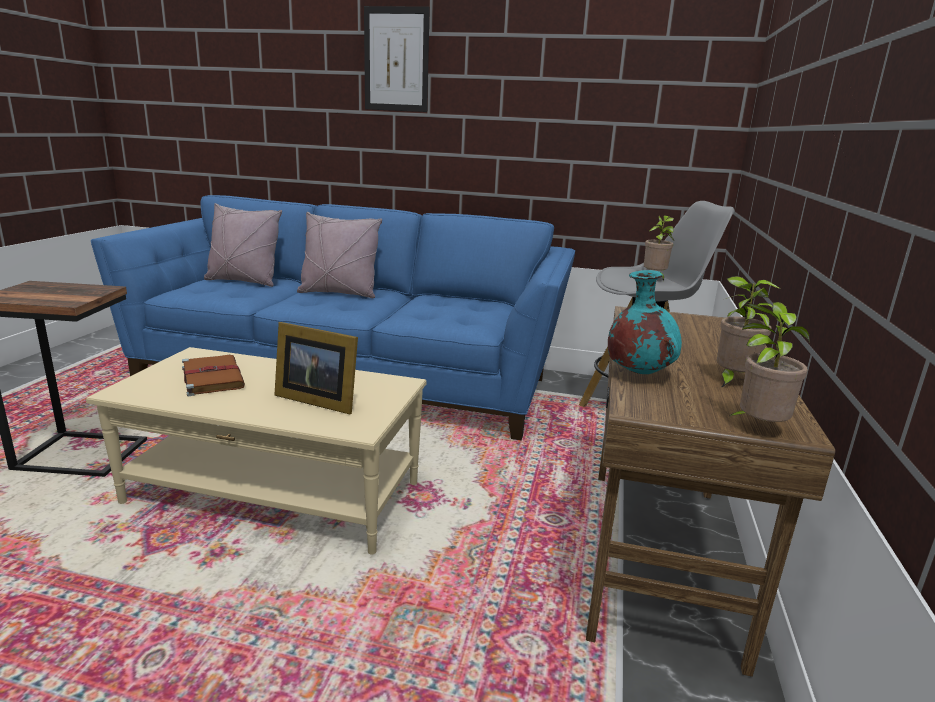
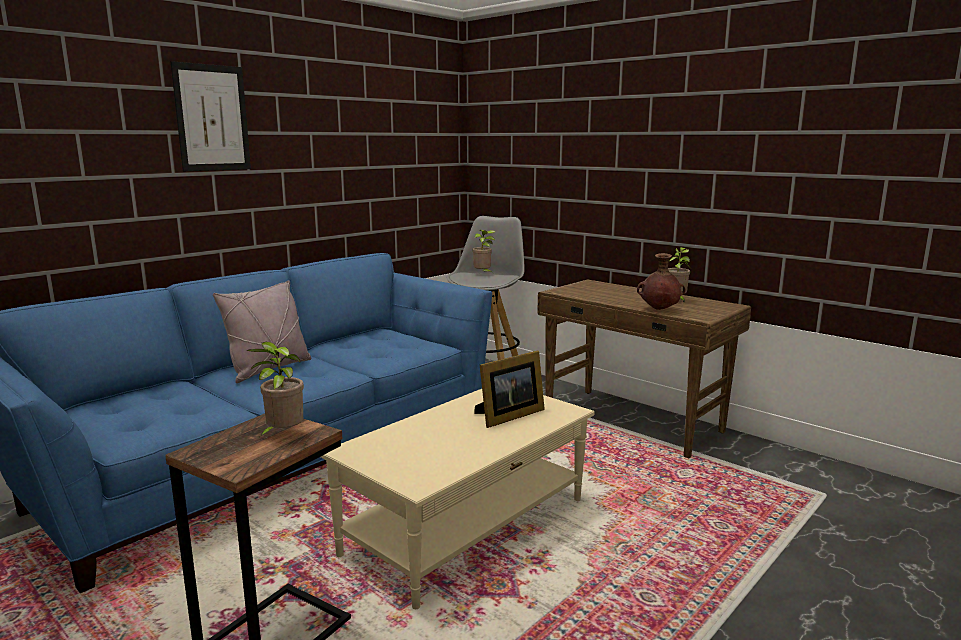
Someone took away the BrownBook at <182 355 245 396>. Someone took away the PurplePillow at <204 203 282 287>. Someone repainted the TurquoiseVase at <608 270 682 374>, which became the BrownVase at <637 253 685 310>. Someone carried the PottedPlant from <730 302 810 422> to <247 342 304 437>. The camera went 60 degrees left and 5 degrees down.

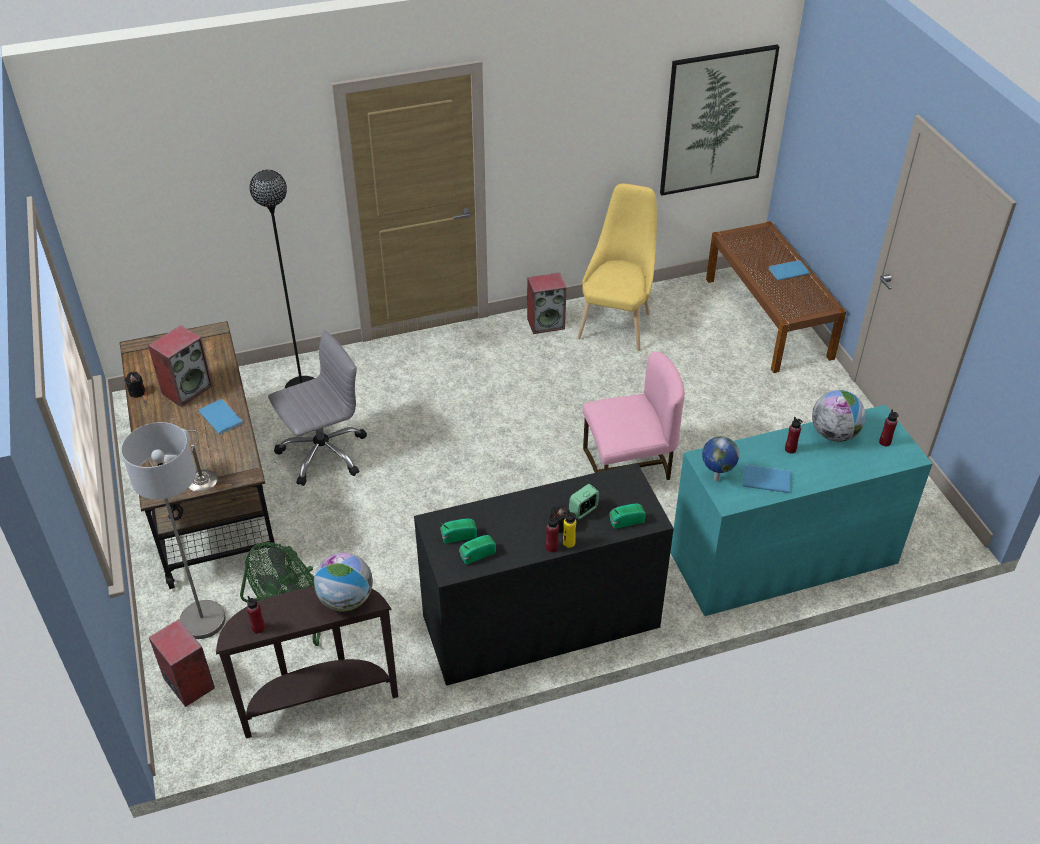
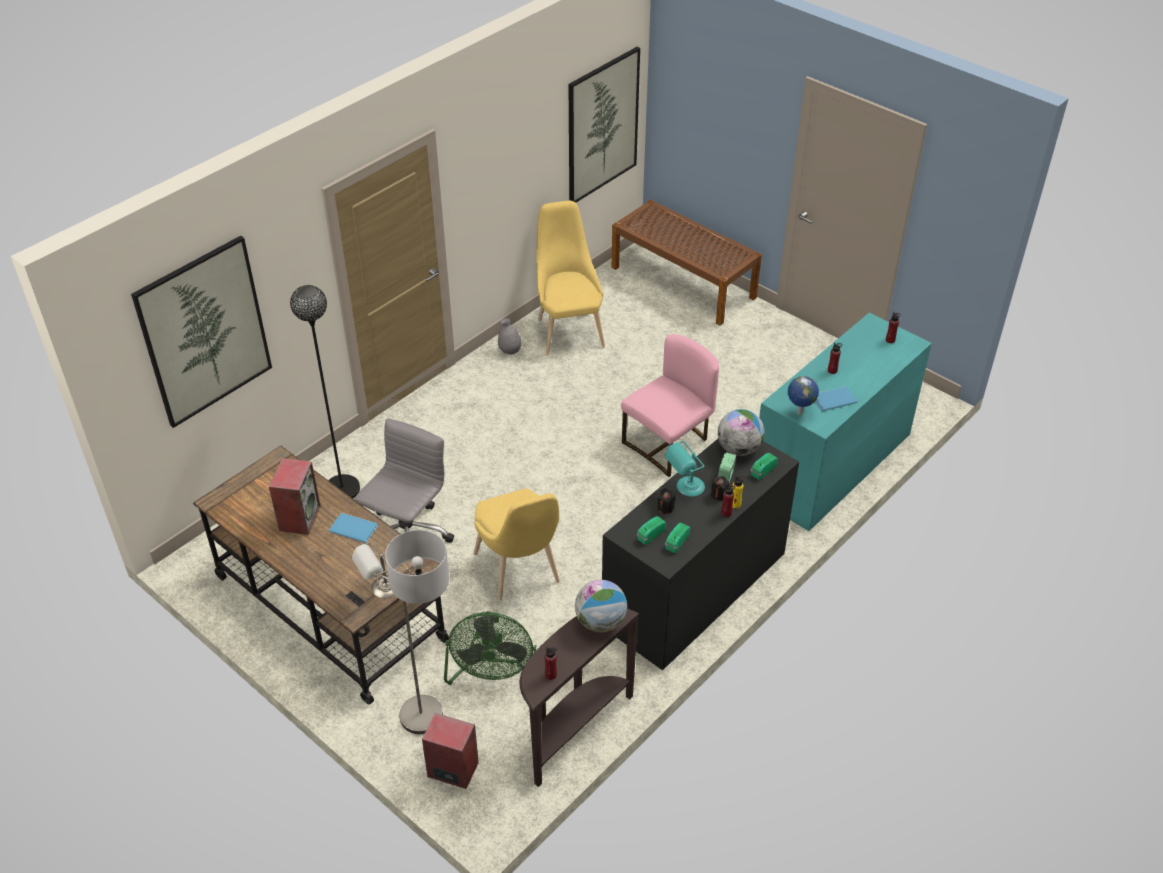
Someone carried the BlackCandle from <125 372 145 398> to <658 488 675 514>. Someone swapped the Speaker at <527 273 566 334> for the GreyVase at <498 319 522 355>. Someone took away the BlueBook at <769 260 810 280>. Someone carried the Globe from <812 390 866 442> to <718 409 765 456>. Someone put up the Picture at <131 236 272 428>. Someone put down the YellowChair at <474 488 560 601>. Someone put down the TurquoiseTableLamp at <665 441 705 497>. The camera went 30 degrees left and 0 degrees up.

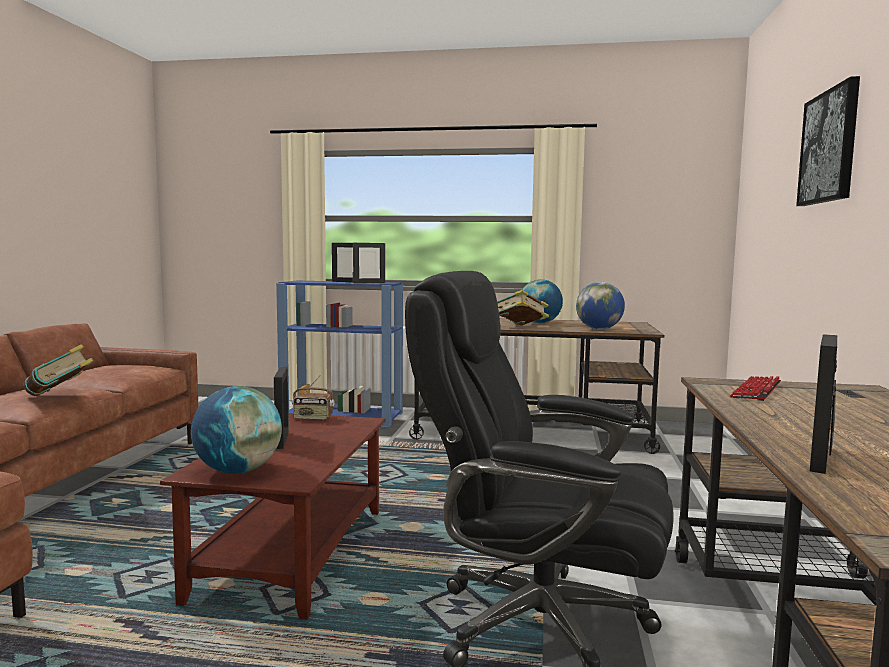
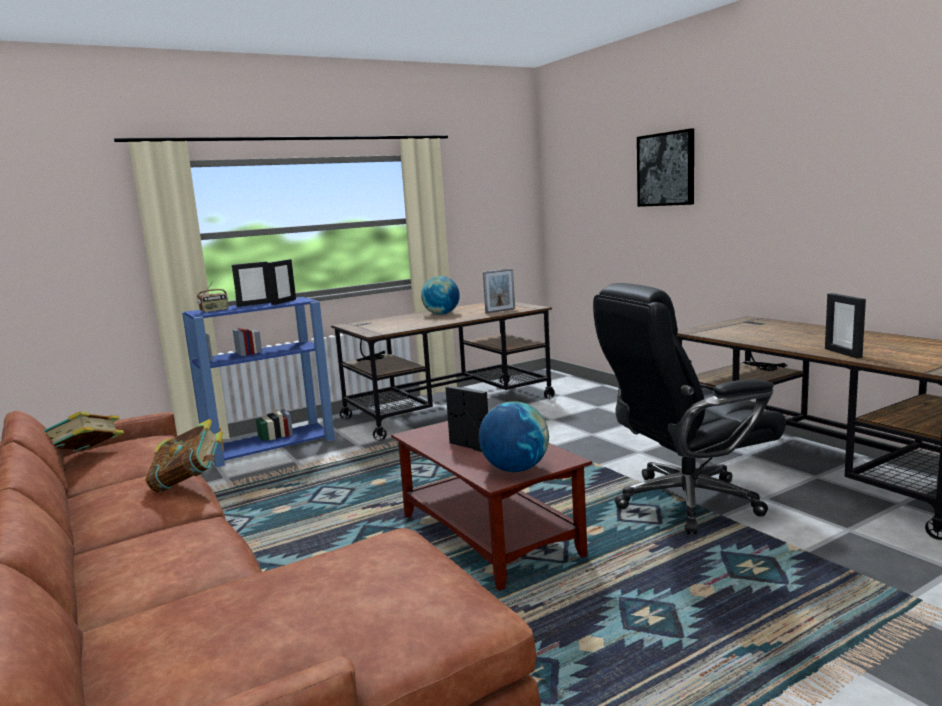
Someone carried the Radio from <292 375 335 420> to <197 280 228 313>. Someone carried the Book from <497 290 549 326> to <43 411 124 451>. Someone swapped the Globe at <576 282 625 329> for the PictureFrame at <483 268 515 313>. Someone took away the Keyboard at <730 376 781 401>. The camera went 40 degrees left and 5 degrees up.

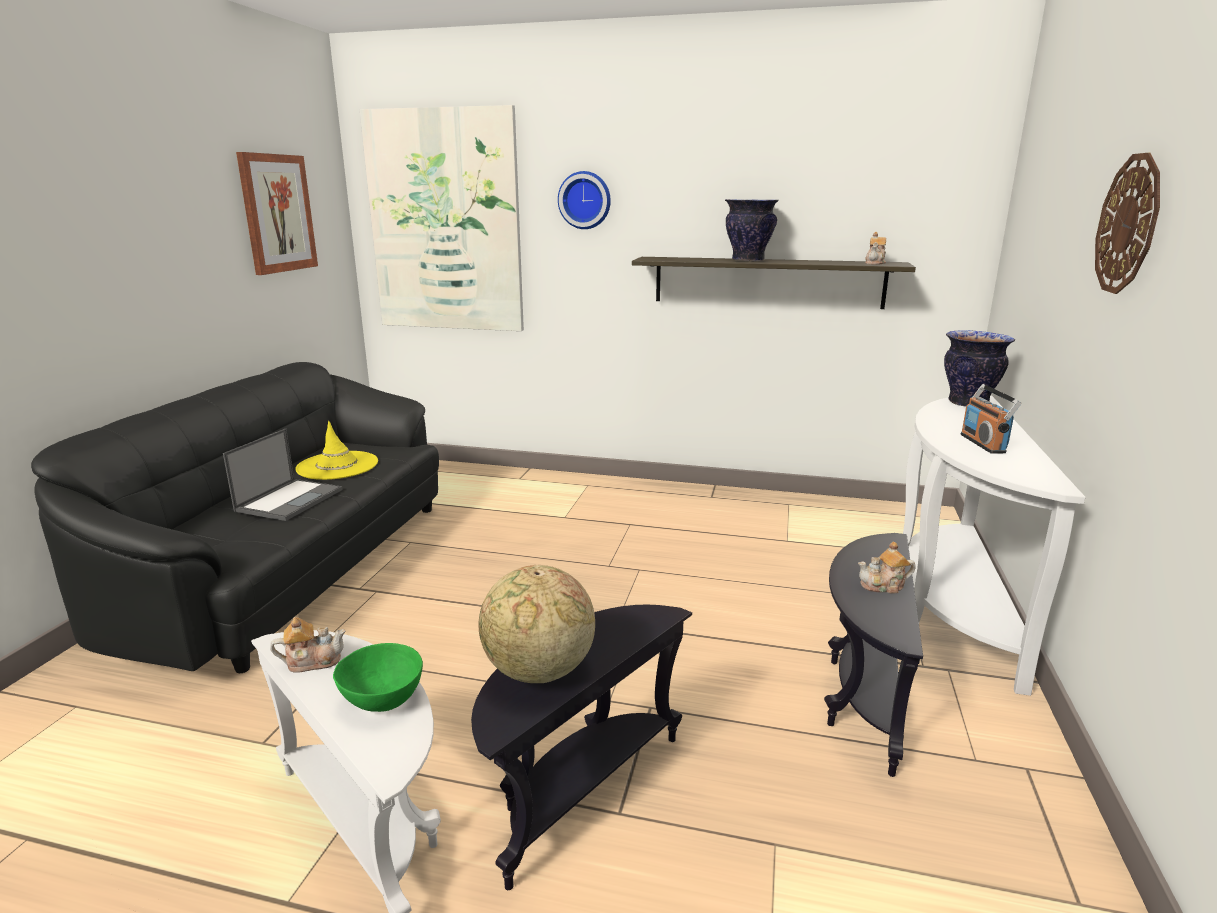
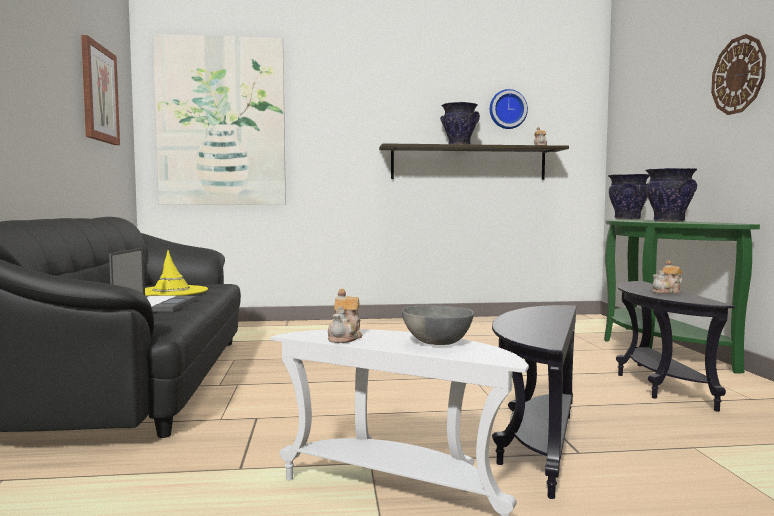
Someone rotated the Teapot at <270 617 346 673> by 135 degrees clockwise. Someone repainted the GreenBowl at <333 643 423 712>, which became the GreyBowl at <402 305 474 345>. Someone took away the Globe at <479 565 595 683>. Someone carried the WallClock from <558 171 611 229> to <490 89 528 129>. Someone repainted the WhiteConsoleTable at <903 395 1086 696>, which became the GreenConsoleTable at <604 219 760 374>. Someone swapped the Radio at <961 384 1021 454> for the Vase at <645 168 697 222>. The camera went 20 degrees left and 15 degrees down.

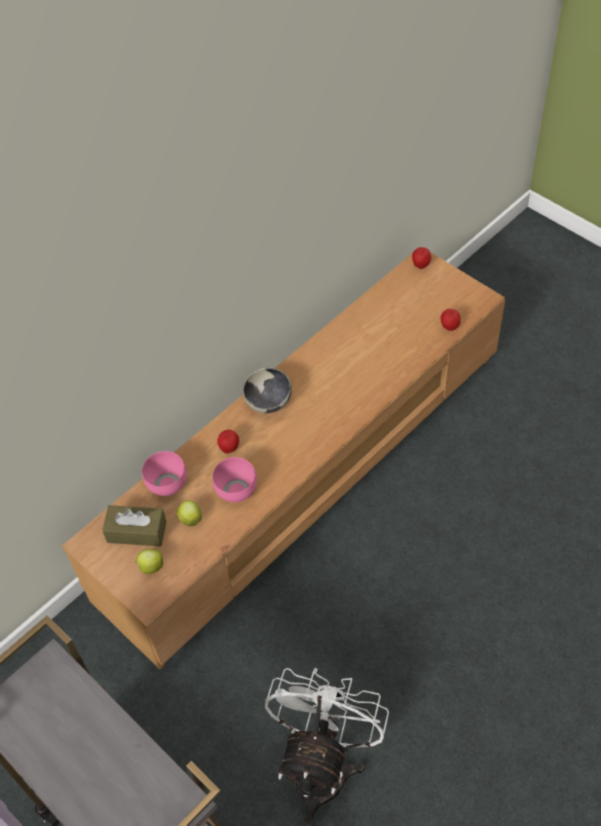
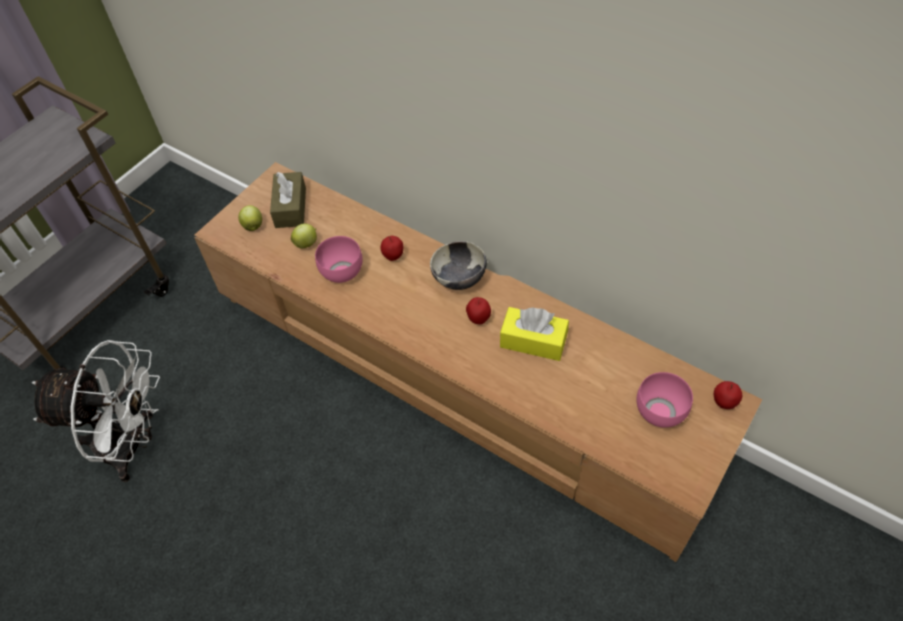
Someone carried the PinkBowl from <142 451 187 496> to <636 372 693 428>. Someone carried the Apple from <441 309 461 331> to <466 297 491 324>. Someone put down the YellowTissueBox at <500 307 569 361>. The camera went 80 degrees right and 0 degrees up.

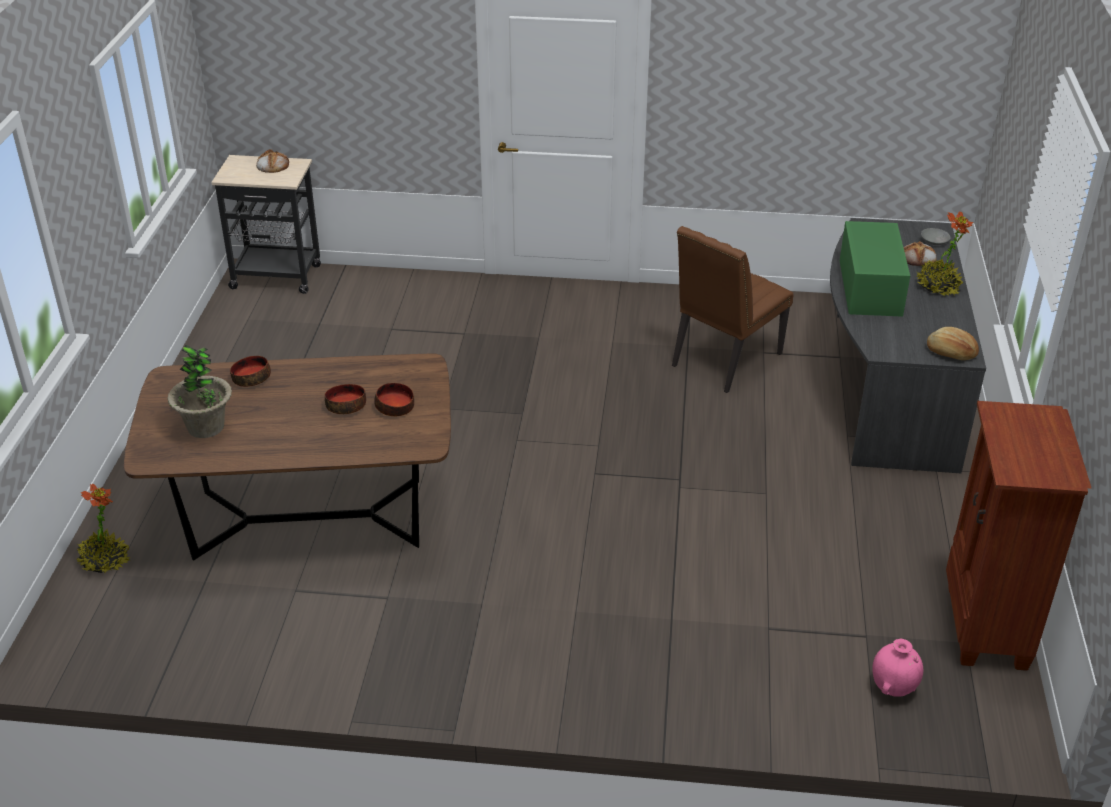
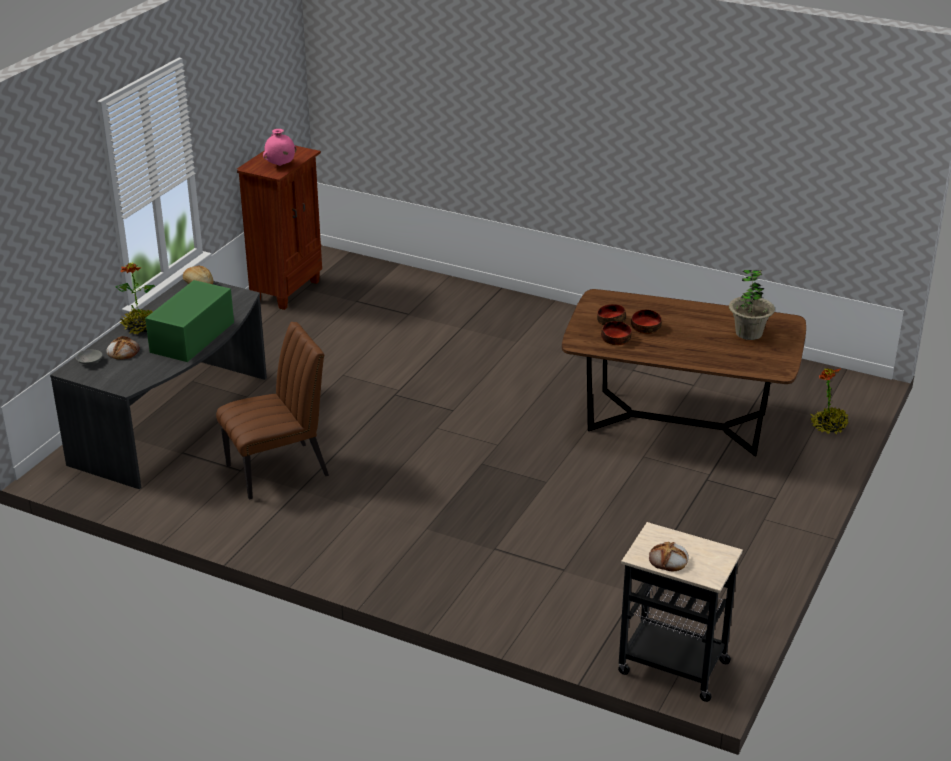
Someone carried the Bowl from <230 356 271 387> to <601 321 632 345>. Someone carried the PinkVase from <872 639 923 697> to <263 129 297 166>. The camera went 160 degrees left and 5 degrees down.

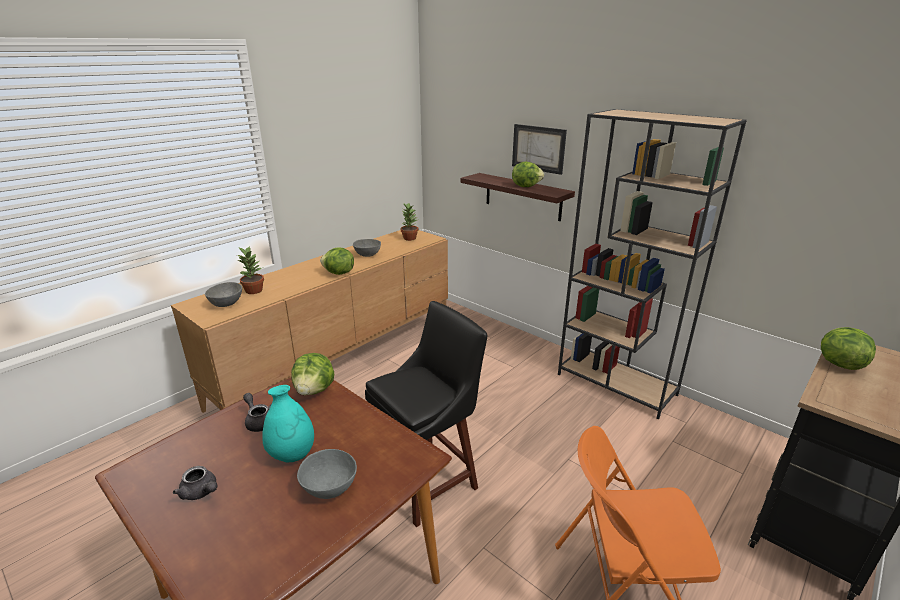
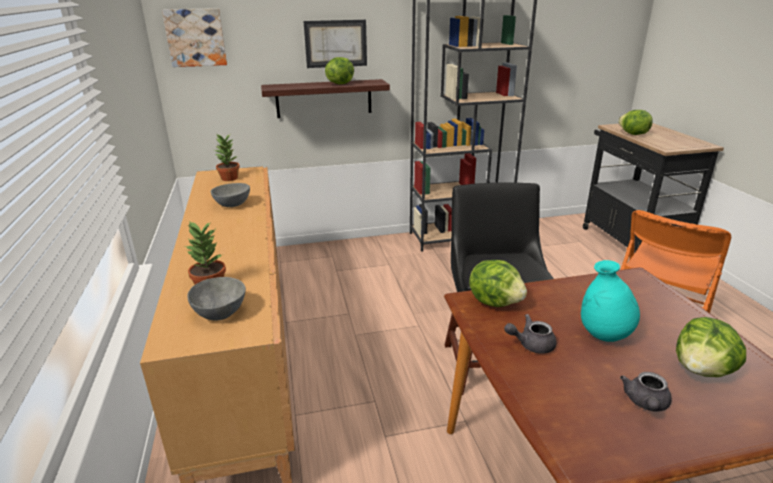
Someone rotated the GreyTeapot at <173 466 218 500> by 135 degrees clockwise. Someone took away the GreyBowl at <297 449 357 499>. Someone carried the Lettuce from <320 248 354 275> to <676 317 746 377>. Someone put up the Picture at <162 8 227 67>. The camera went 55 degrees left and 0 degrees up.

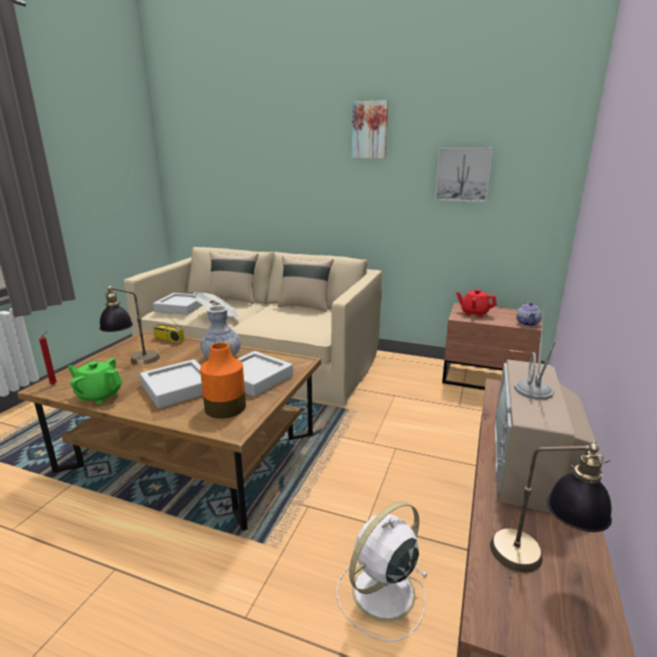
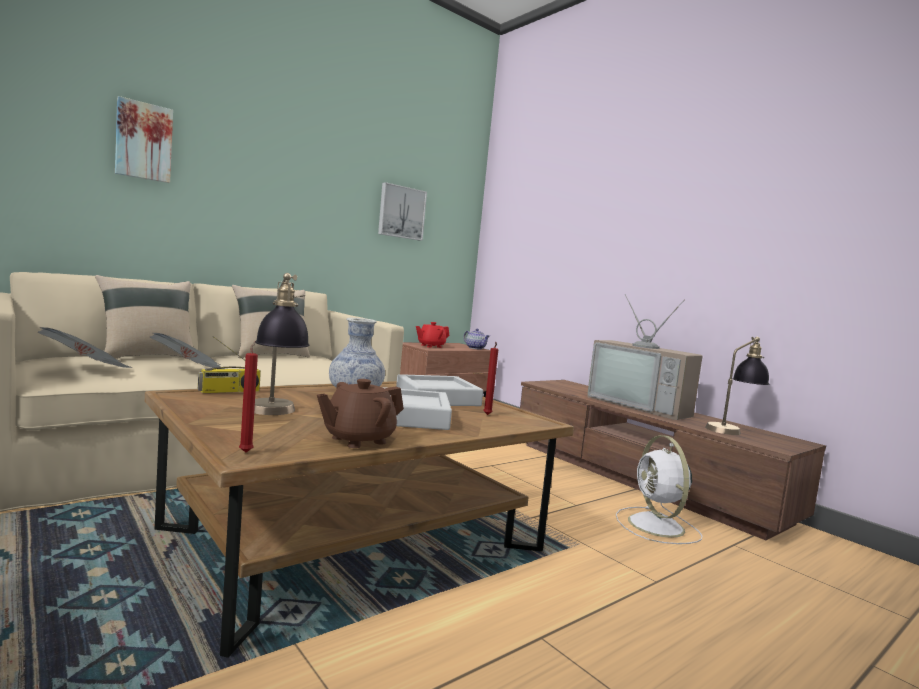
Someone repainted the GreenTeapot at <68 358 122 404>, which became the BrownTeapot at <317 379 404 448>. Someone swapped the GreyTray at <153 293 203 315> for the Newspaper at <38 327 132 368>. Someone swapped the OrangeVase at <200 342 246 418> for the RedCandle at <483 342 498 415>. Someone carried the Picture from <352 100 388 159> to <115 96 173 183>. The camera went 60 degrees left and 15 degrees down.

